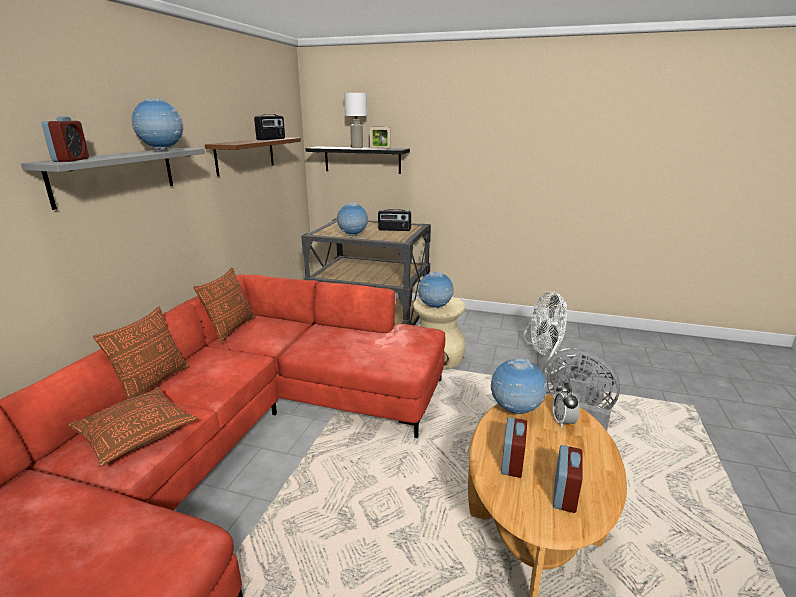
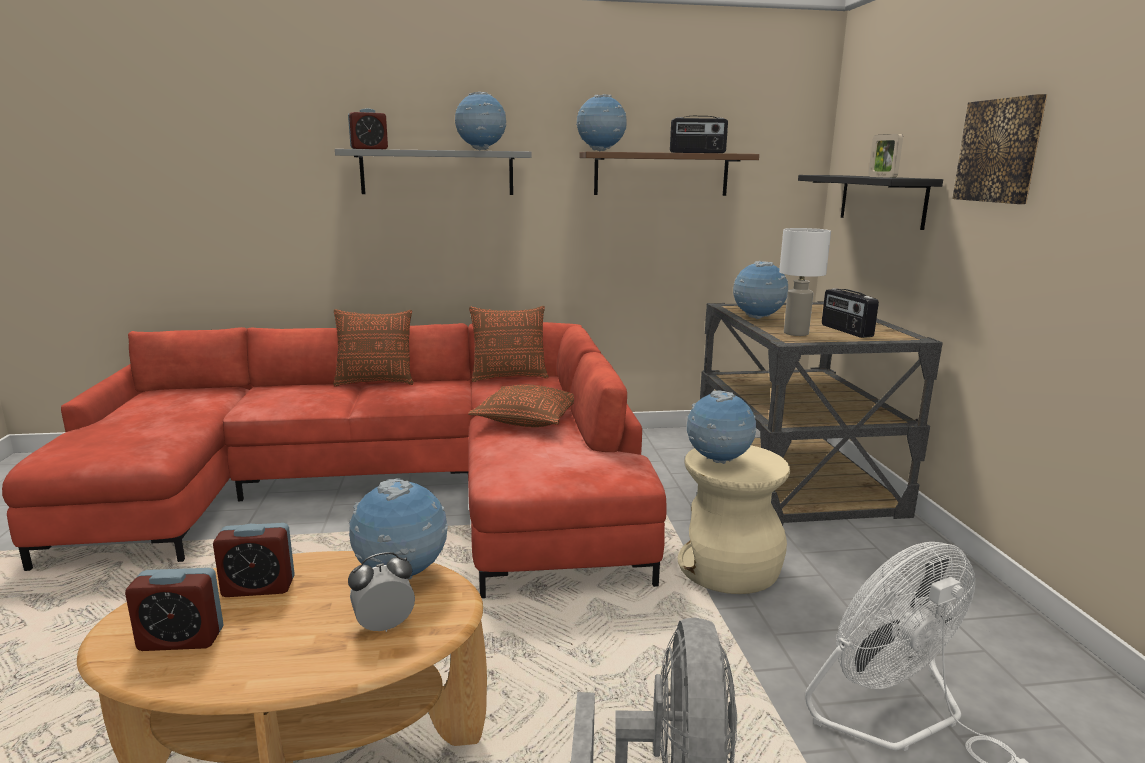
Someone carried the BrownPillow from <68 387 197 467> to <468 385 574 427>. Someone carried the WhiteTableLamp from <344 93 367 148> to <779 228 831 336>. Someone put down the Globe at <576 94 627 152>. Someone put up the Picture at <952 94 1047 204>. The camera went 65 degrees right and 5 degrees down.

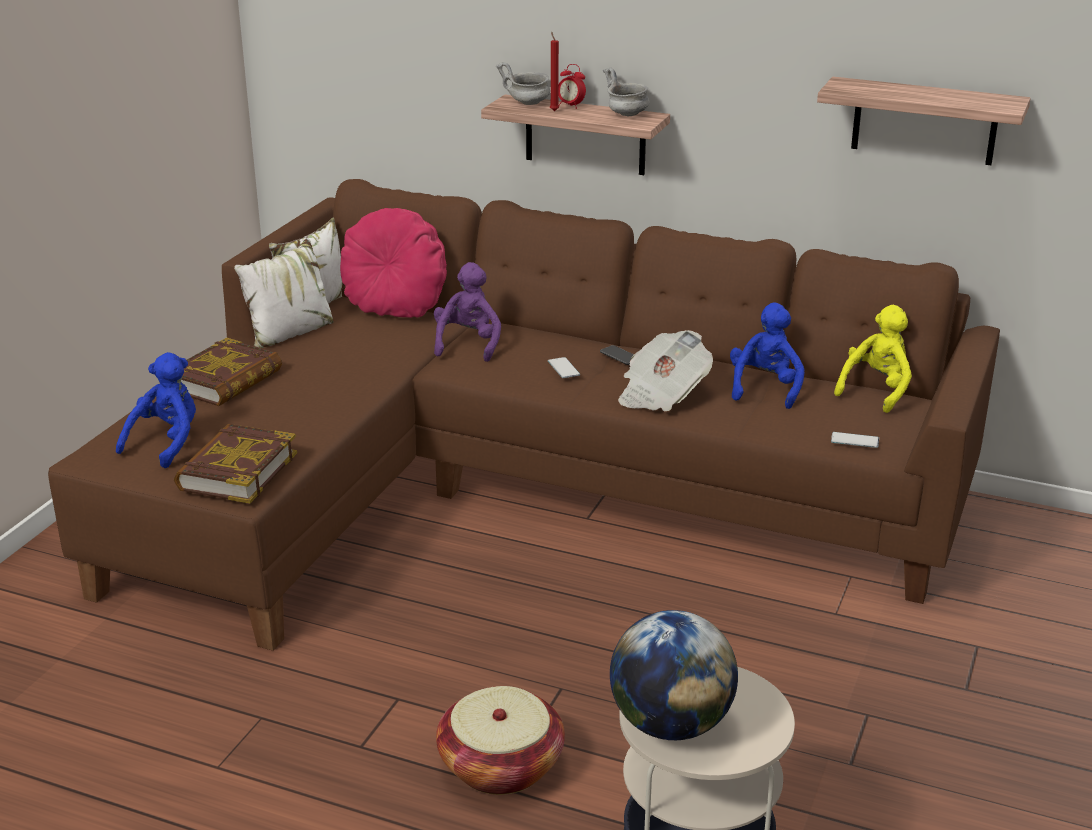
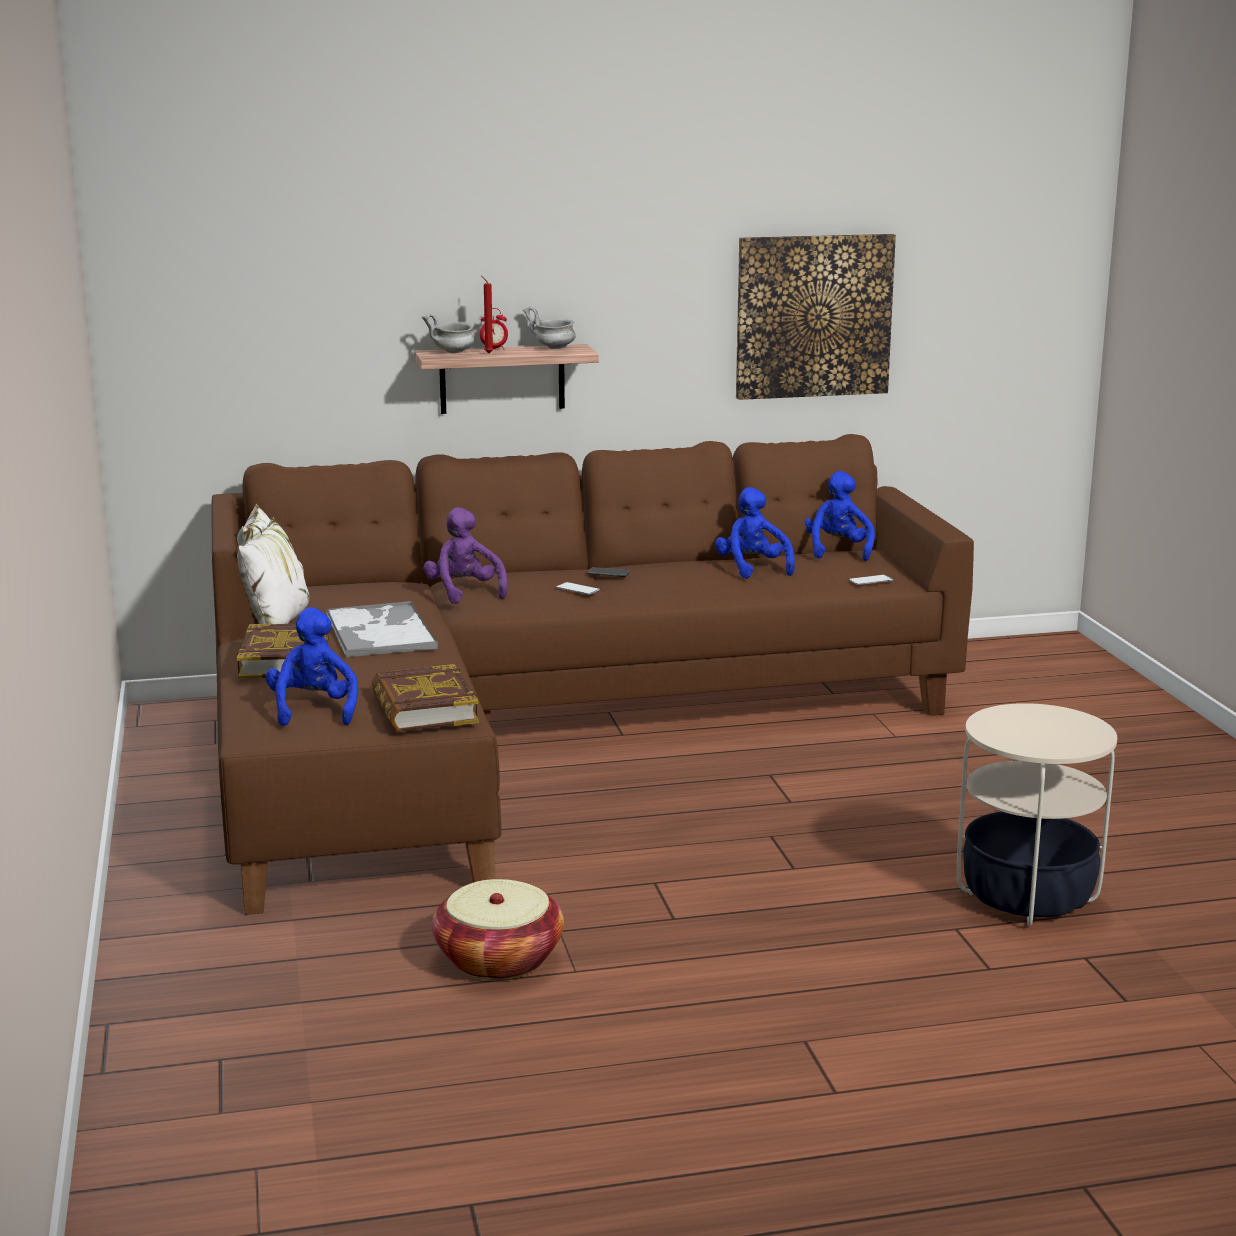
Someone took away the PinkPillow at <340 208 447 318>. Someone carried the Basket from <436 686 565 795> to <432 879 564 980>. Someone took away the Globe at <610 610 738 740>. Someone took away the Newspaper at <618 330 713 412>. Someone swapped the Shelf at <817 77 1031 165> for the Picture at <736 234 896 400>. Someone repainted the YellowPlushToy at <834 305 912 413>, which became the BluePlushToy at <805 471 875 561>. Someone put down the Tray at <326 601 438 657>. The camera went 35 degrees left and 10 degrees down.

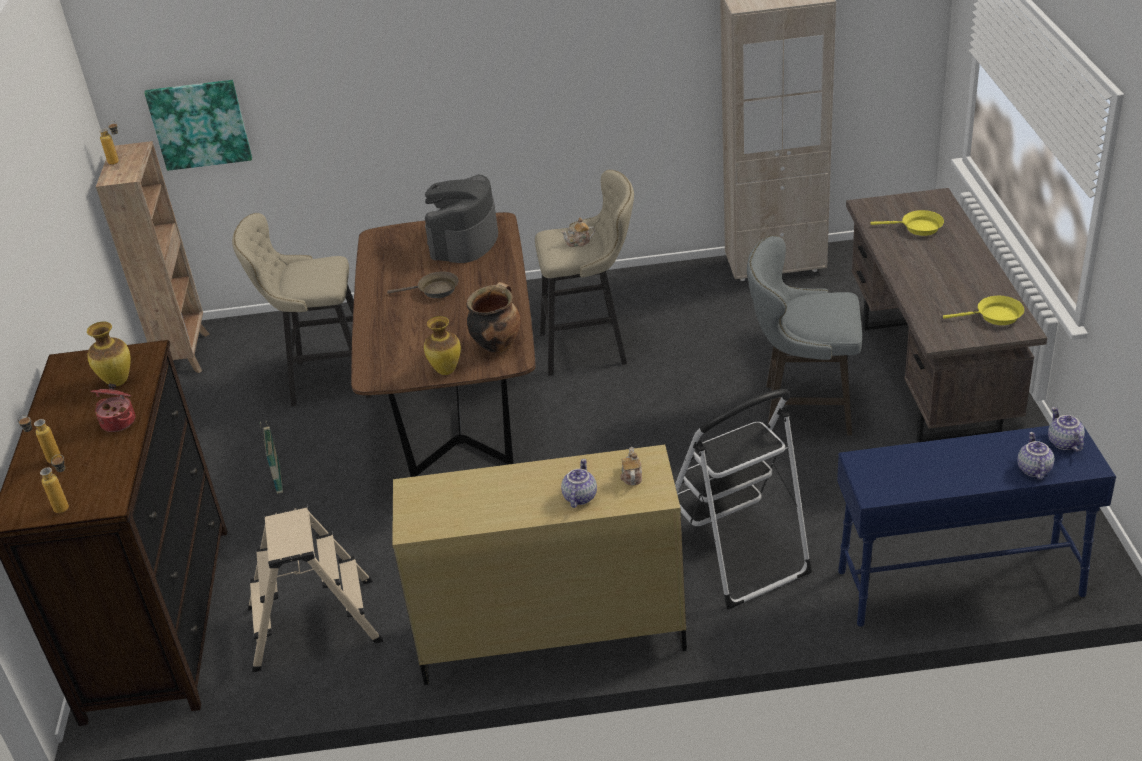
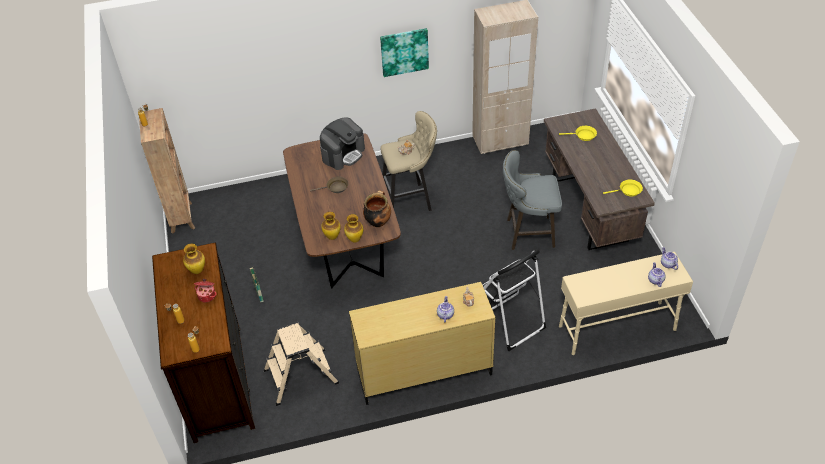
Someone carried the Picture from <144 80 252 171> to <380 28 429 77>. Someone took away the BeigeStool at <232 213 372 406>. Someone rotated the CoffeeMachine at <425 174 498 263> by 150 degrees counterclockwise. Someone repainted the BlueConsoleTable at <837 422 1116 627>, which became the BeigeConsoleTable at <559 252 693 355>. Someone put down the Vase at <321 212 341 240>. The camera went 10 degrees left and 10 degrees up.

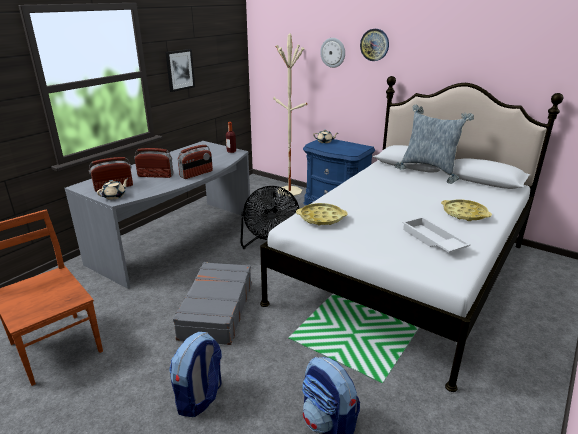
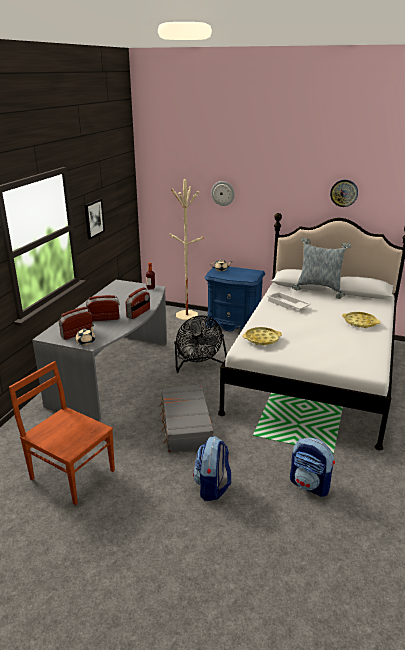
Someone carried the WallClock from <360 29 389 61> to <330 180 358 207>. Someone carried the WhiteTray from <402 217 471 253> to <267 292 310 310>. The camera went 15 degrees left and 0 degrees up.

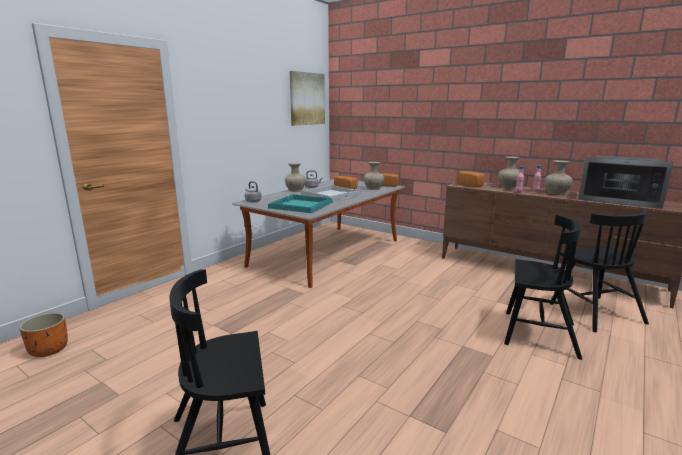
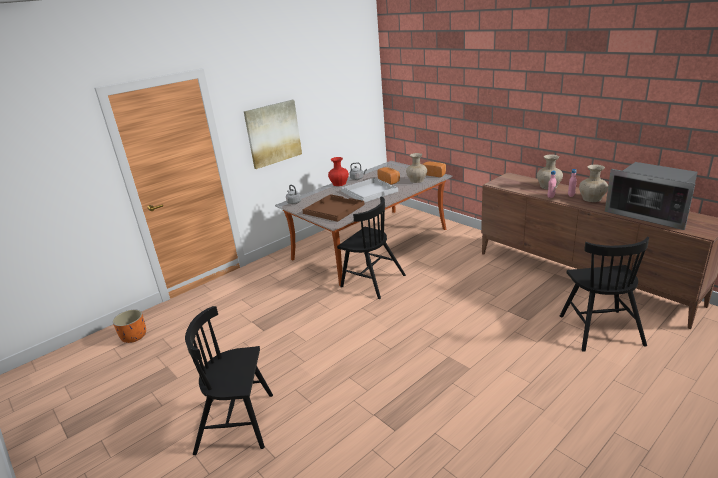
Someone repainted the TurquoiseTray at <268 194 332 213>, which became the BrownTray at <302 194 365 222>. Someone repainted the BeigeVase at <285 163 306 192>, which became the RedVase at <328 157 349 186>. Someone carried the Picture from <290 71 325 126> to <244 100 302 169>. Someone took away the Bread at <457 171 485 188>. Someone carried the BlackChair from <504 215 582 360> to <337 196 406 299>. The camera went 15 degrees right and 10 degrees up.

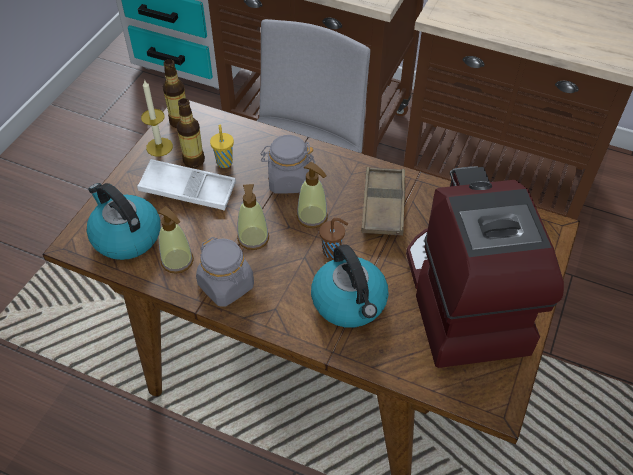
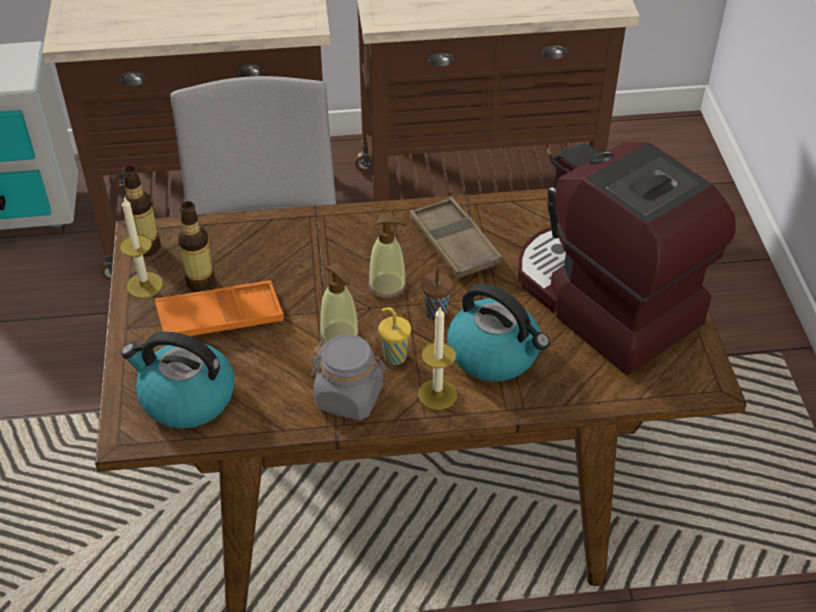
Someone repainted the WhiteTray at <137 159 236 210>, which became the OrangeTray at <155 281 284 336>. Someone took away the SoapDispenser at <157 206 194 274>. Someone carried the YellowCup from <210 125 234 168> to <378 307 411 365>. Someone took away the GreyJar at <261 135 315 194>. Someone put down the Candle at <418 307 457 410>. The camera went 30 degrees left and 5 degrees down.

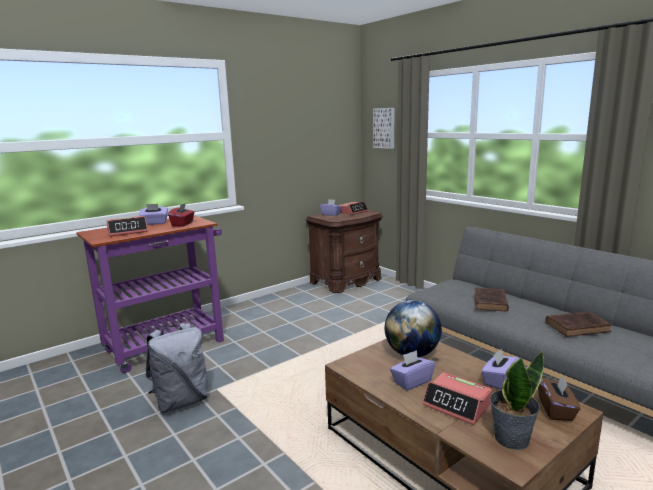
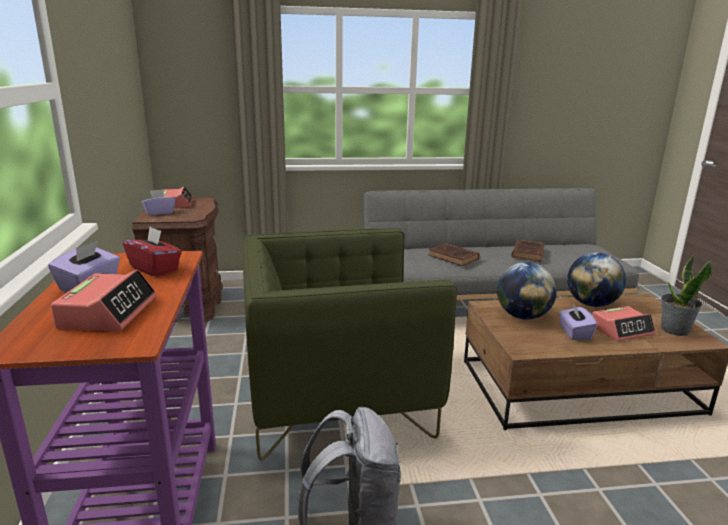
Someone took away the Picture at <373 108 395 149>. Someone swapped the PurpleTissueBox at <481 349 520 390> for the Globe at <567 253 626 307>. Someone took away the BrownTissueBox at <538 375 581 421>. Someone put down the GreenArmchair at <243 228 457 461>. The camera went 60 degrees left and 5 degrees up.

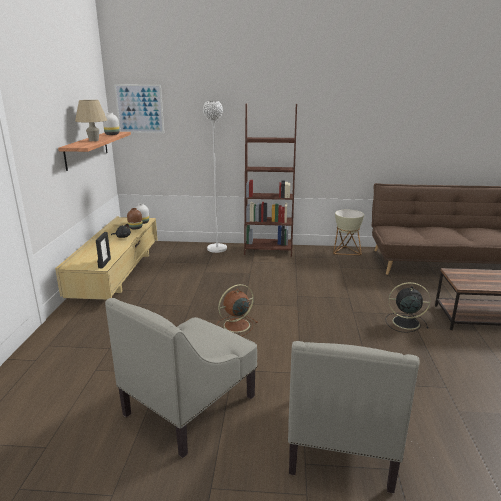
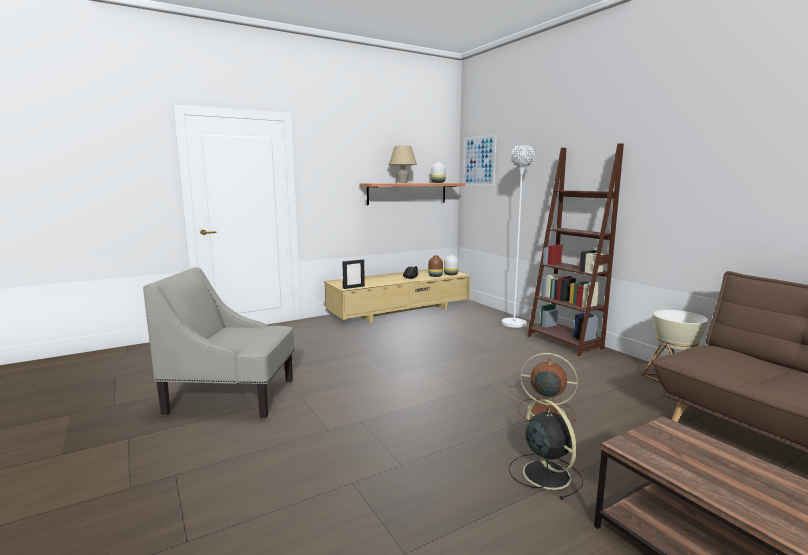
Someone carried the BrownFan from <217 284 258 336> to <518 353 578 421>. Someone took away the GreyArmchair at <288 341 420 493>. The camera went 55 degrees right and 10 degrees down.

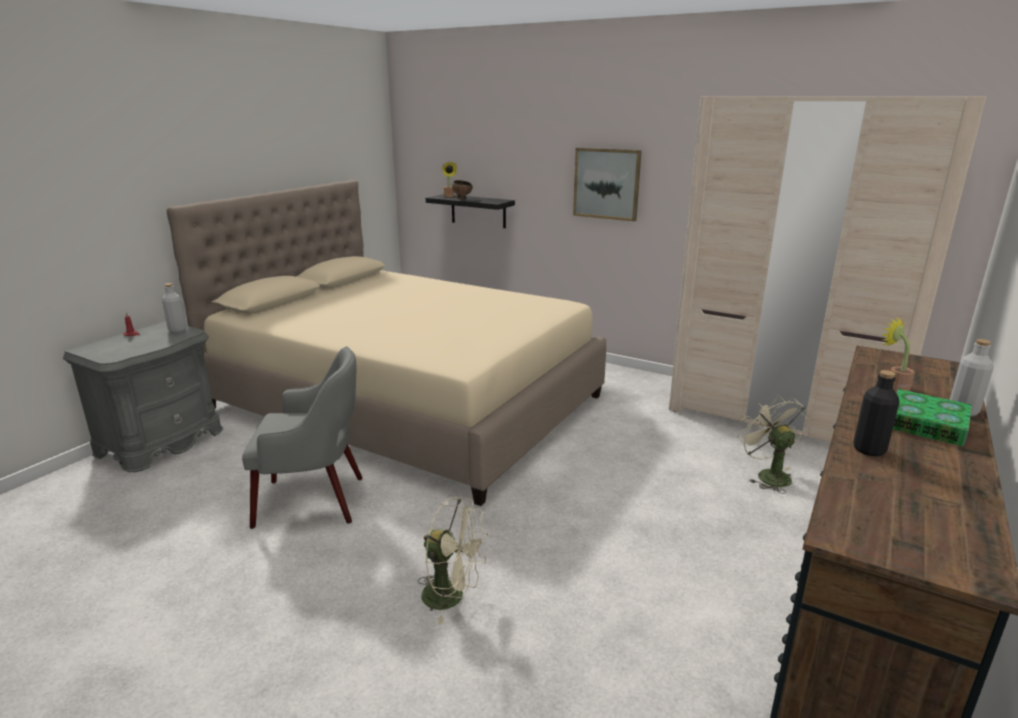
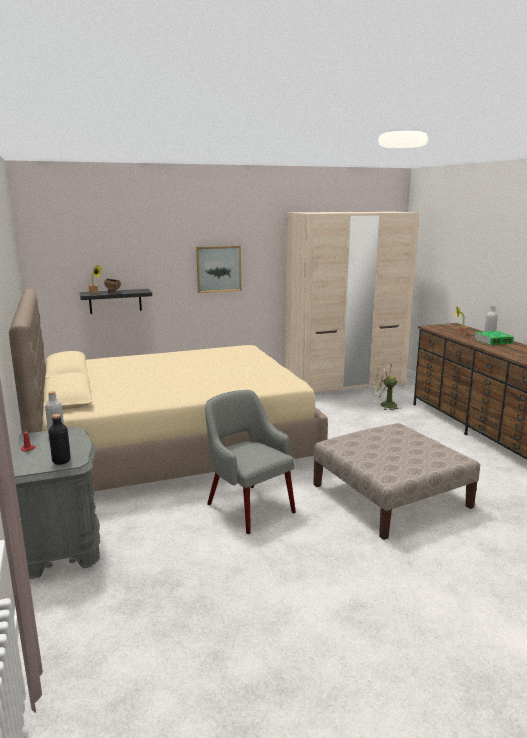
Someone rotated the GreyArmchair at <242 347 362 529> by 75 degrees counterclockwise. Someone swapped the BeigeFan at <418 497 488 624> for the BeigeOttoman at <313 423 480 540>. Someone carried the BlackBottle from <853 370 899 457> to <48 414 71 465>. The camera went 50 degrees left and 5 degrees down.

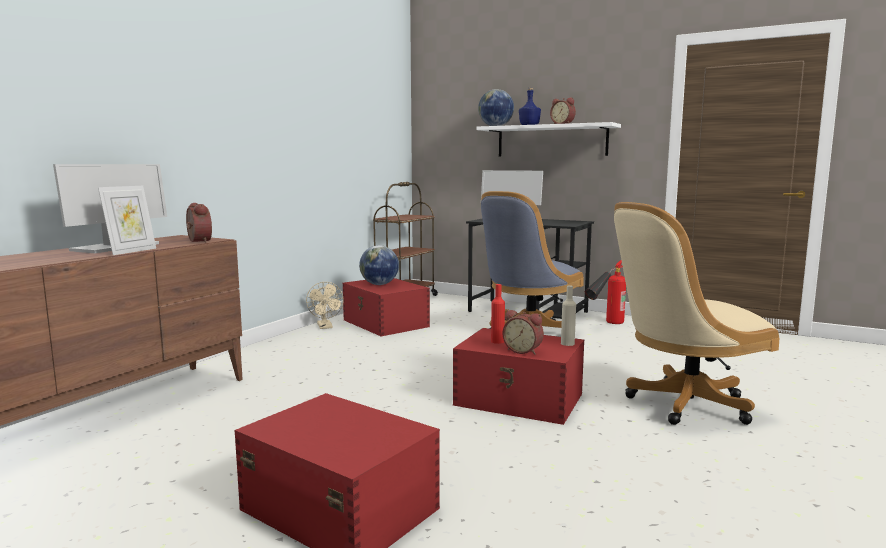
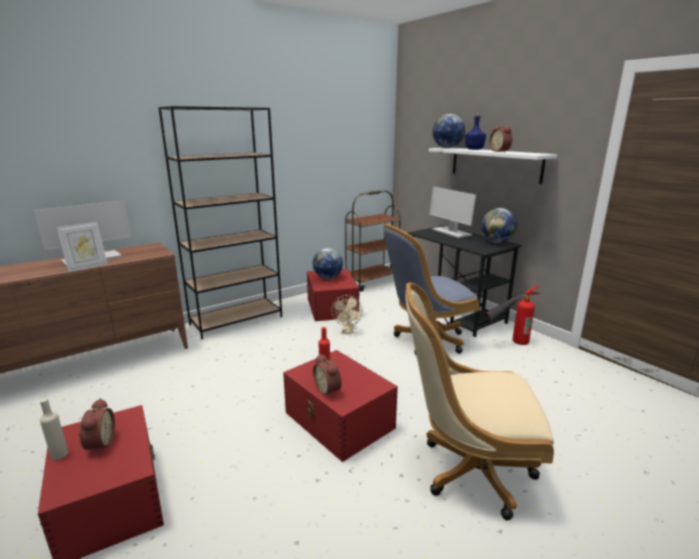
Someone carried the AlarmClock from <186 203 212 243> to <78 398 115 455>. Someone carried the BeigeFan from <306 282 344 329> to <331 295 363 334>. Someone carried the BeigeBottle from <561 286 576 346> to <40 398 68 460>. Someone put down the BeigeBookcase at <158 106 282 339>. Someone put down the Globe at <481 208 517 243>. The camera went 25 degrees right and 10 degrees up.

